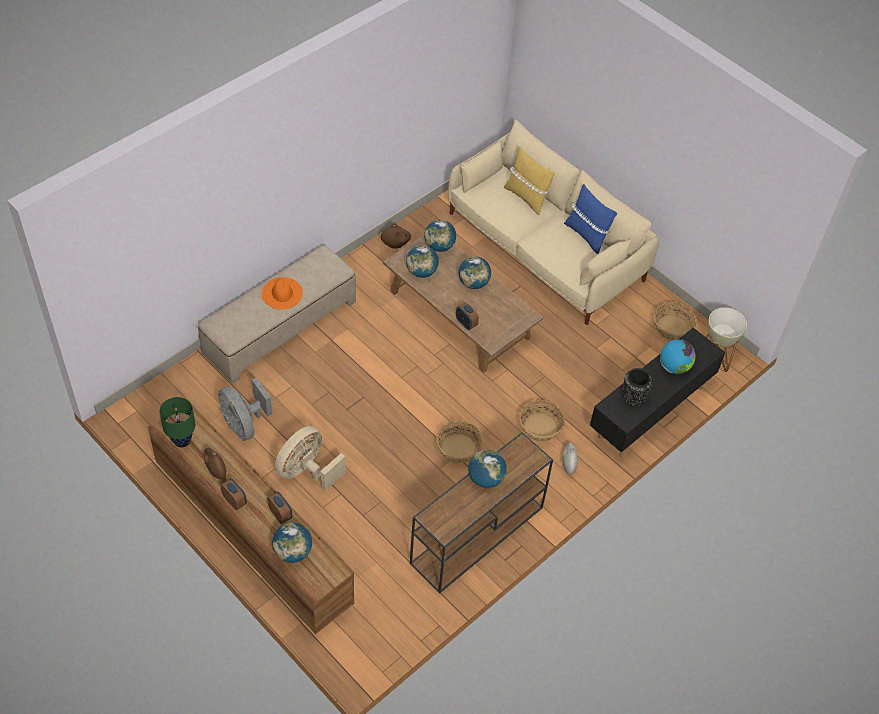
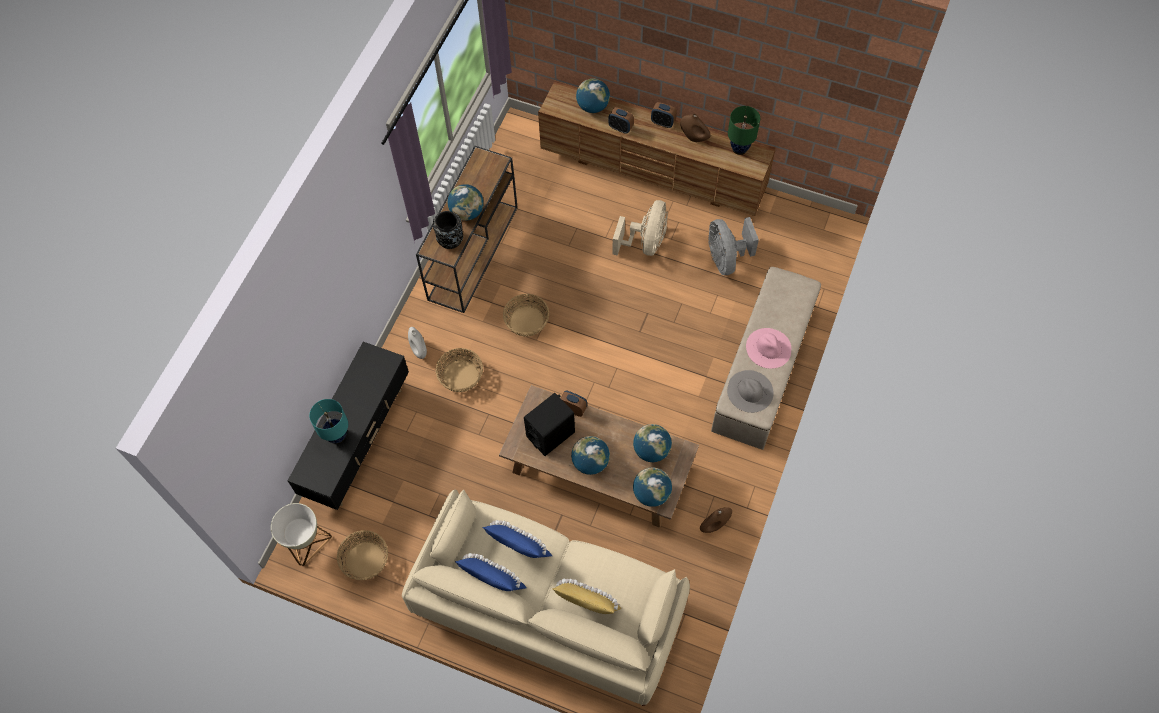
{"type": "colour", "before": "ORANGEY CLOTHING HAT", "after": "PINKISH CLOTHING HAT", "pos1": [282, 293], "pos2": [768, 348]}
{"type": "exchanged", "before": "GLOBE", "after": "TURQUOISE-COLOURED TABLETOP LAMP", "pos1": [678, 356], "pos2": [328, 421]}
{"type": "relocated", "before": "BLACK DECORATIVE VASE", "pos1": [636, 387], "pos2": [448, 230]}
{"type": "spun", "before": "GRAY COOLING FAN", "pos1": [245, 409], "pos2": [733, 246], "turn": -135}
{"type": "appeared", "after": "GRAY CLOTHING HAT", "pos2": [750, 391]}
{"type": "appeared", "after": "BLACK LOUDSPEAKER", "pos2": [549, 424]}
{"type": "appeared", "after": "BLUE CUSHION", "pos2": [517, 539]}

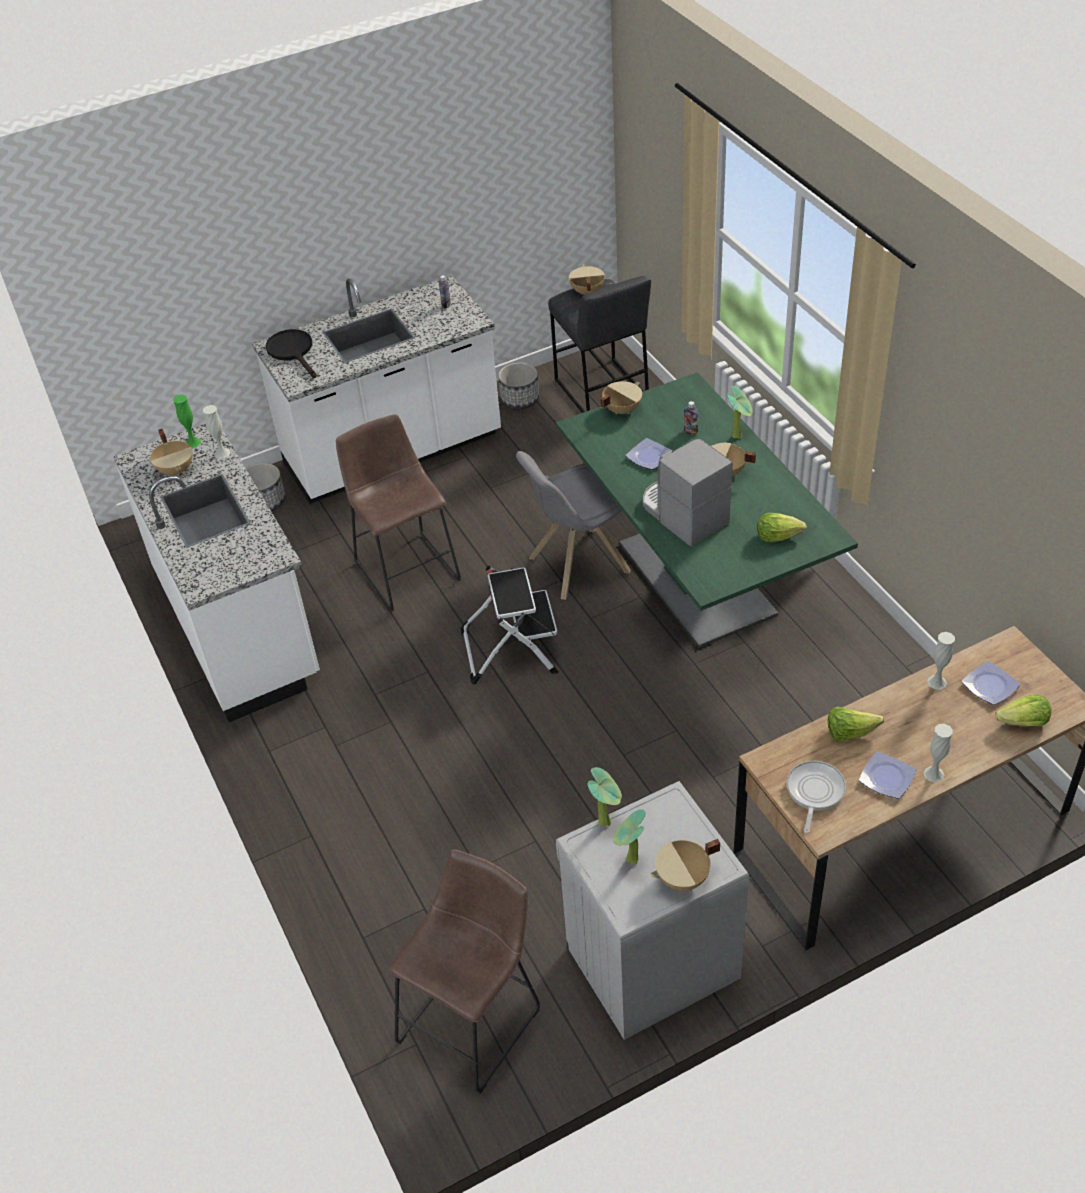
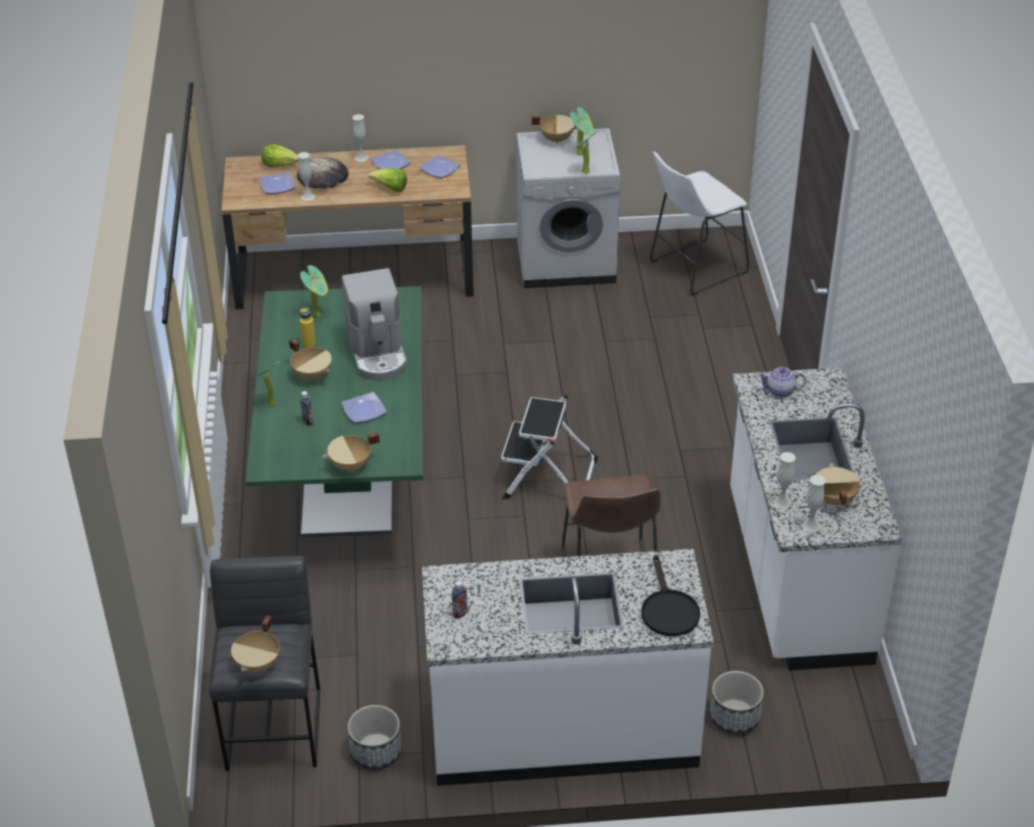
{"type": "colour", "before": "GREEN-COLOURED DECORATIVE VASE", "after": "WHITE DECORATIVE VASE", "pos1": [187, 421], "pos2": [814, 503]}
{"type": "missing", "before": "GRAY CHAIR", "pos1": [573, 525]}
{"type": "exchanged", "before": "HEAD OF LETTUCE", "after": "POTTED PLANT", "pos1": [782, 527], "pos2": [314, 291]}
{"type": "exchanged", "before": "SKILLET", "after": "PLATE", "pos1": [816, 797], "pos2": [439, 166]}
{"type": "colour", "before": "BROWN-COLOURED STOOL SEAT", "after": "WHITE STOOL SEAT", "pos1": [464, 971], "pos2": [699, 223]}
{"type": "appeared", "after": "BAKERY BREAD", "pos2": [323, 173]}
{"type": "appeared", "after": "YELLOWISH DRINK BOTTLE", "pos2": [308, 328]}
{"type": "appeared", "after": "TEA POT", "pos2": [782, 382]}

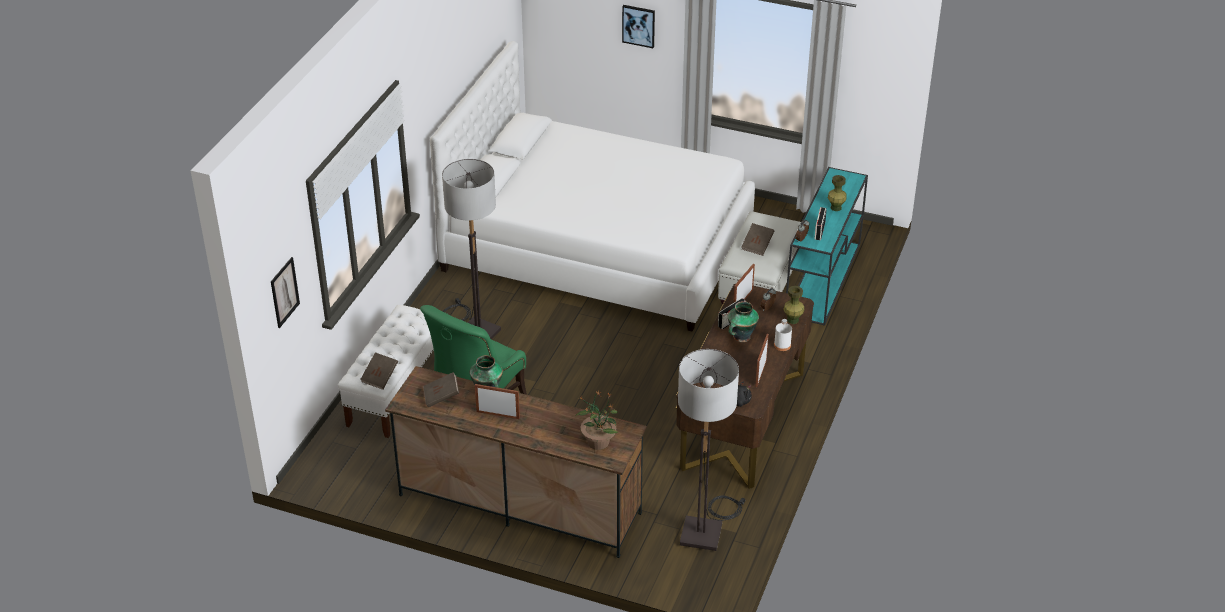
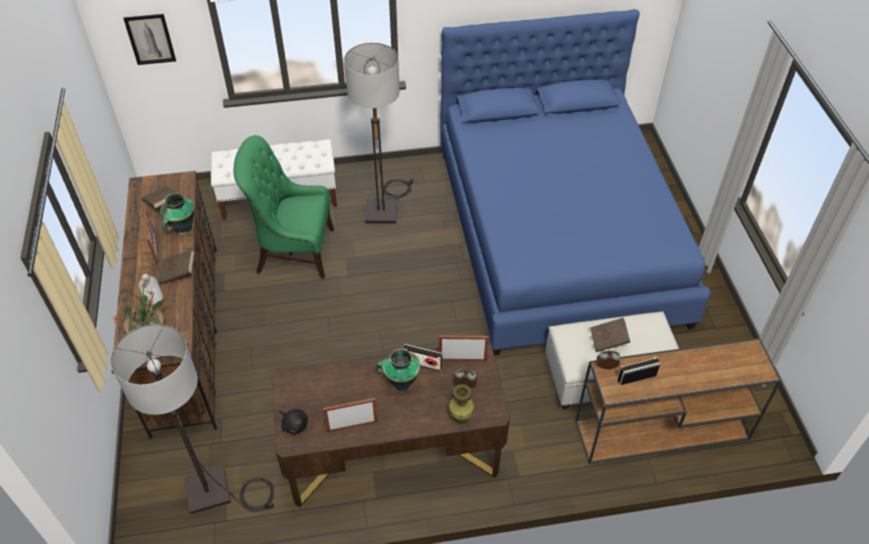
{"type": "missing", "before": "WALL ART", "pos1": [638, 26]}
{"type": "colour", "before": "WHITE SLEEPING BED", "after": "BLUE SLEEPING BED", "pos1": [592, 186], "pos2": [575, 182]}
{"type": "colour", "before": "TURQUOISE-COLOURED HALL TABLE", "after": "BROWN-COLOURED HALL TABLE", "pos1": [827, 246], "pos2": [678, 401]}
{"type": "missing", "before": "GREEN-COLOURED DECORATIVE VASE", "pos1": [837, 193]}
{"type": "relocated", "before": "WHITE DRINK BOTTLE", "pos1": [783, 335], "pos2": [151, 290]}
{"type": "relocated", "before": "BROWN-COLOURED BOUND BOOK", "pos1": [379, 371], "pos2": [176, 266]}

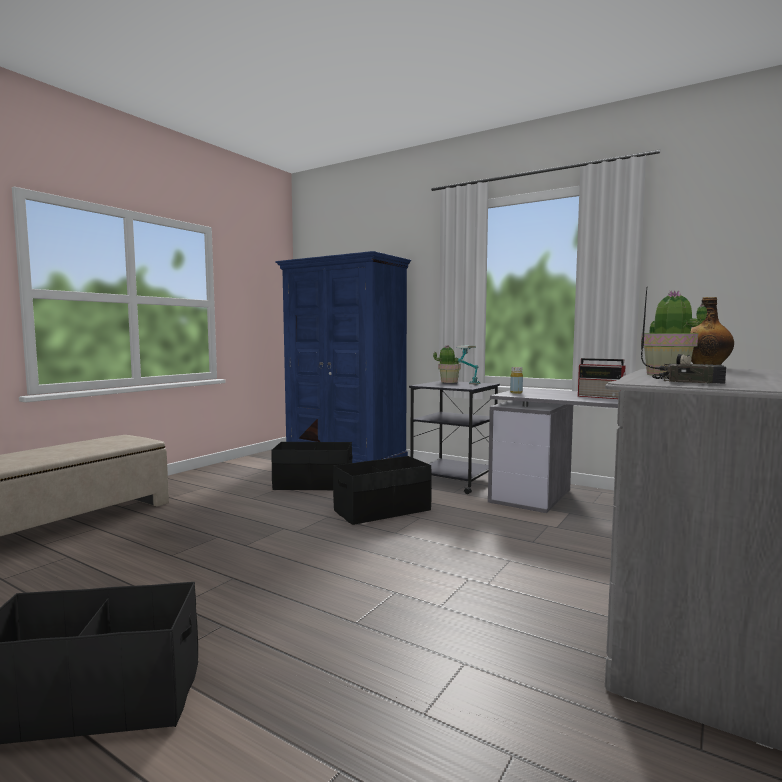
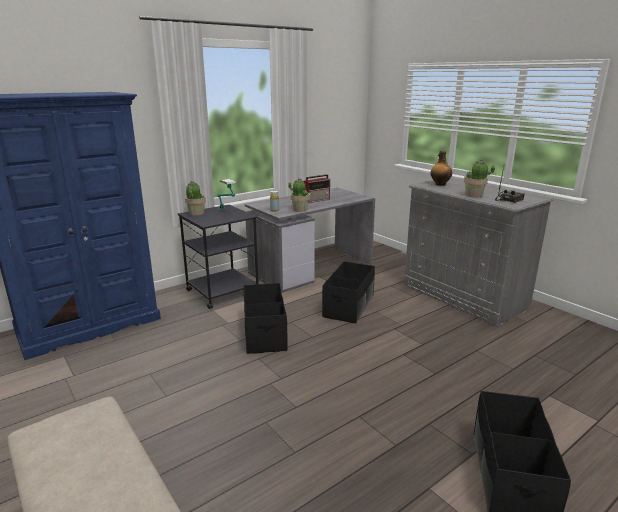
{"type": "relocated", "before": "BLACK STORAGE CONTAINER", "pos1": [312, 466], "pos2": [348, 292]}
{"type": "appeared", "after": "POTTED PLANT", "pos2": [299, 195]}

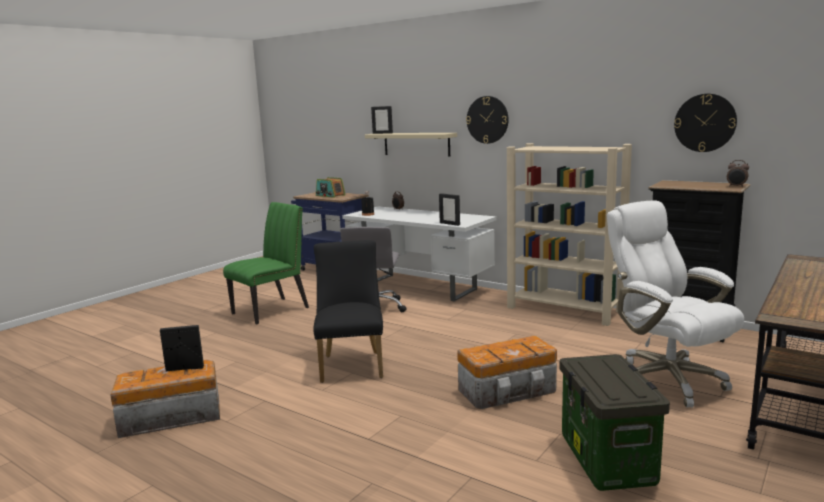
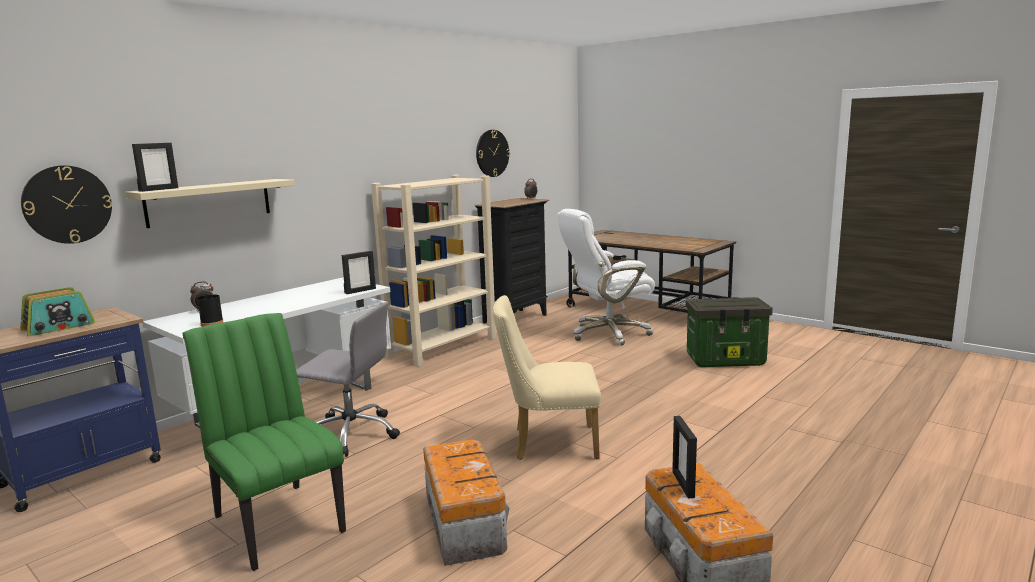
{"type": "relocated", "before": "HANGING CLOCK", "pos1": [487, 120], "pos2": [66, 204]}
{"type": "colour", "before": "BLACK CHAIR", "after": "BEIGE CHAIR", "pos1": [348, 311], "pos2": [547, 377]}
{"type": "relocated", "before": "STORAGE CONTAINER", "pos1": [507, 372], "pos2": [466, 503]}

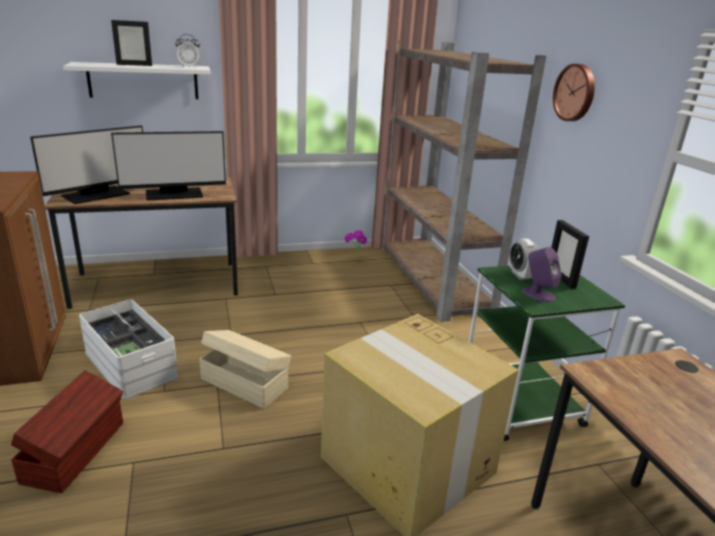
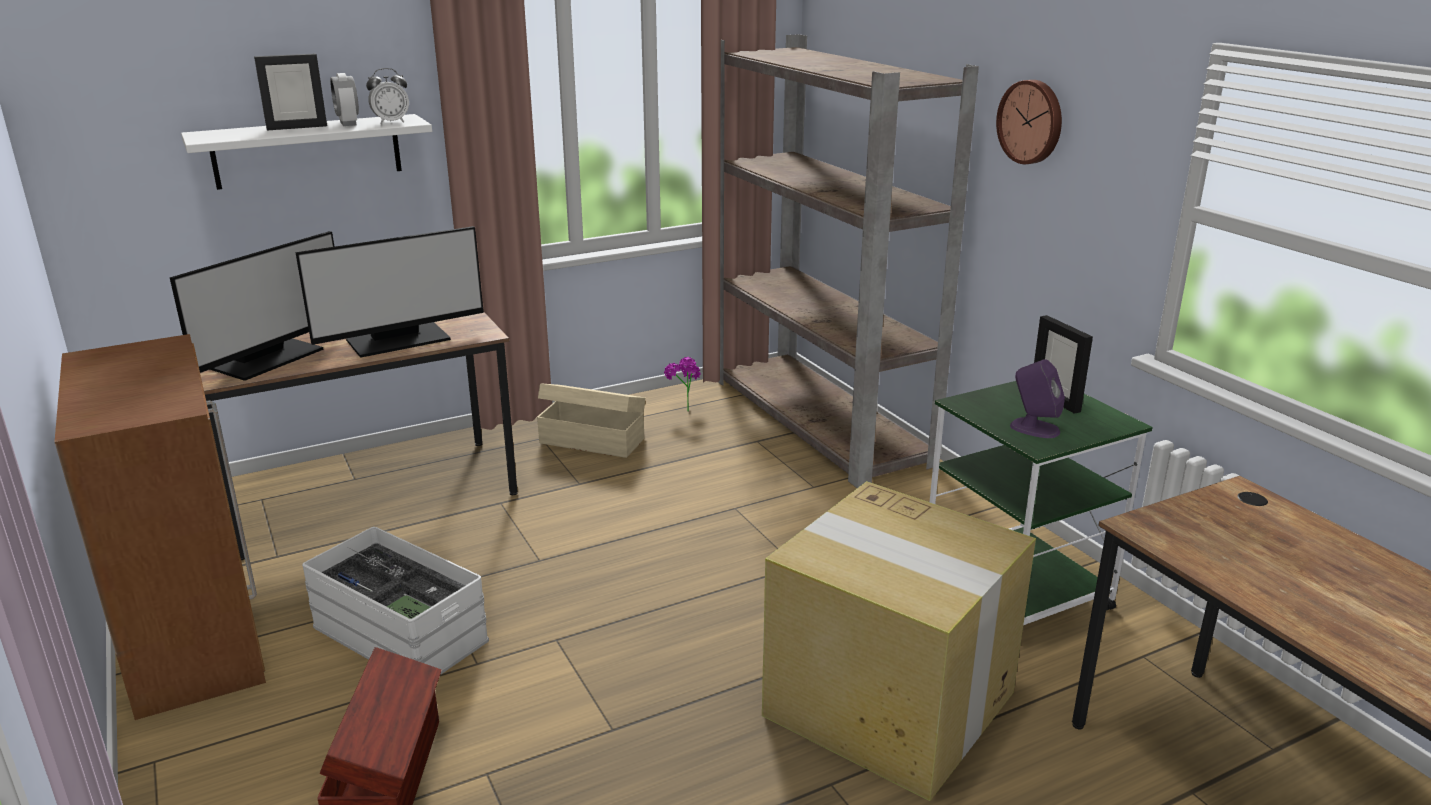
{"type": "relocated", "before": "TABLE CLOCK", "pos1": [524, 259], "pos2": [344, 99]}
{"type": "relocated", "before": "BEIGE STORAGE CONTAINER", "pos1": [245, 369], "pos2": [591, 421]}

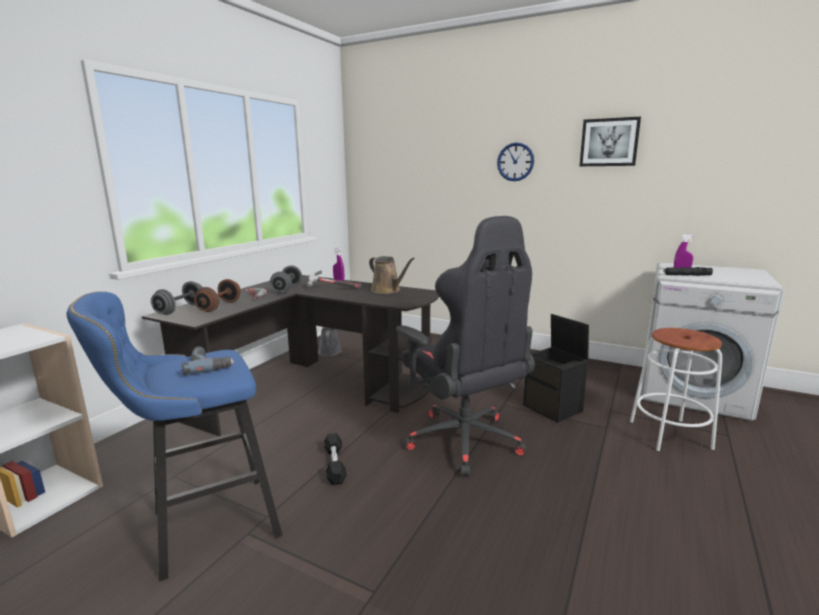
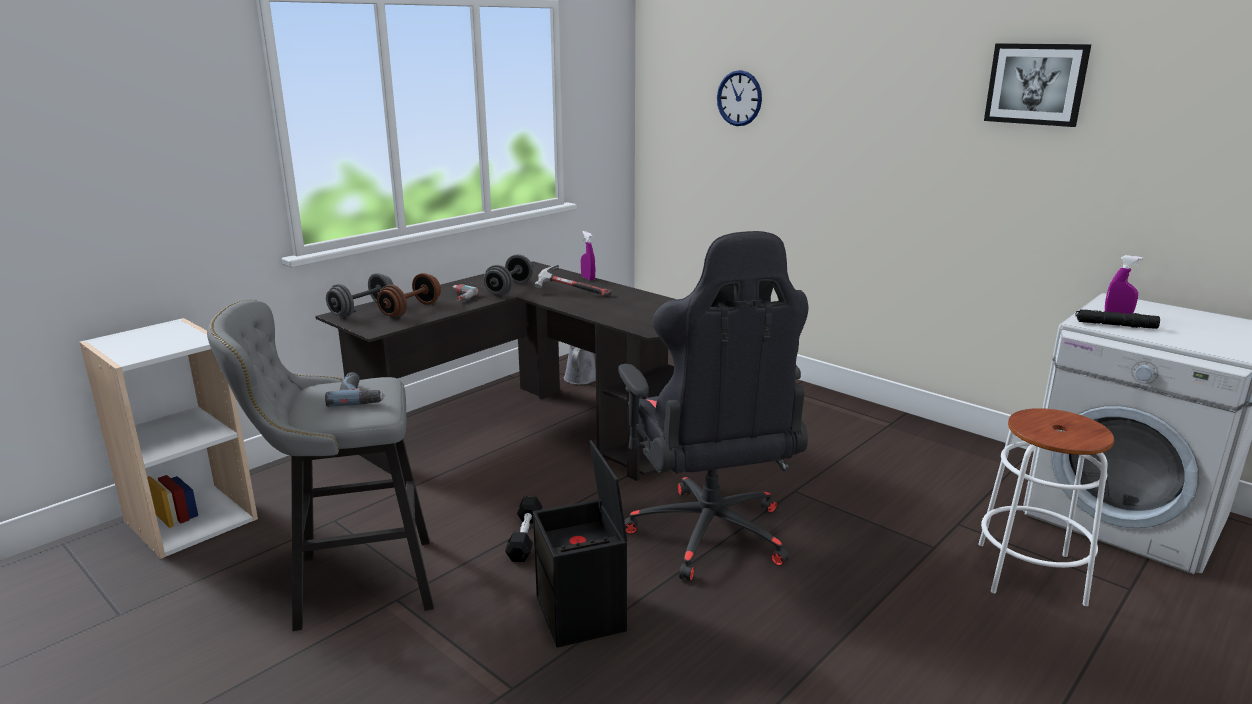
{"type": "relocated", "before": "HANGING CLOCK", "pos1": [515, 161], "pos2": [739, 98]}
{"type": "missing", "before": "BROWN-COLOURED WATERING CAN", "pos1": [392, 275]}
{"type": "colour", "before": "BLUE STOOL SEAT", "after": "GRAY STOOL SEAT", "pos1": [174, 436], "pos2": [320, 465]}
{"type": "relocated", "before": "BLACK STORAGE CONTAINER", "pos1": [556, 368], "pos2": [580, 544]}

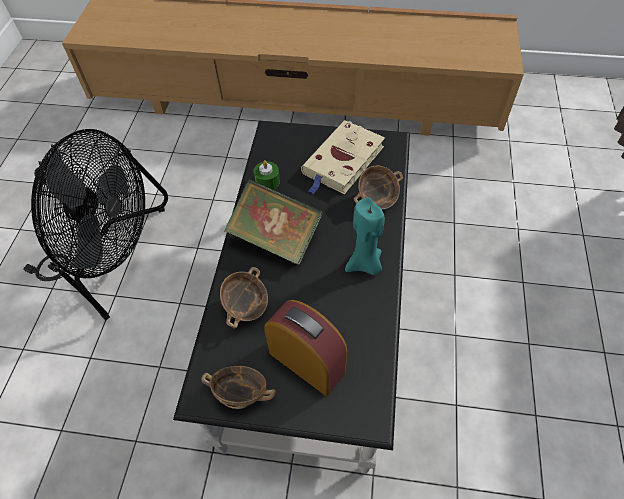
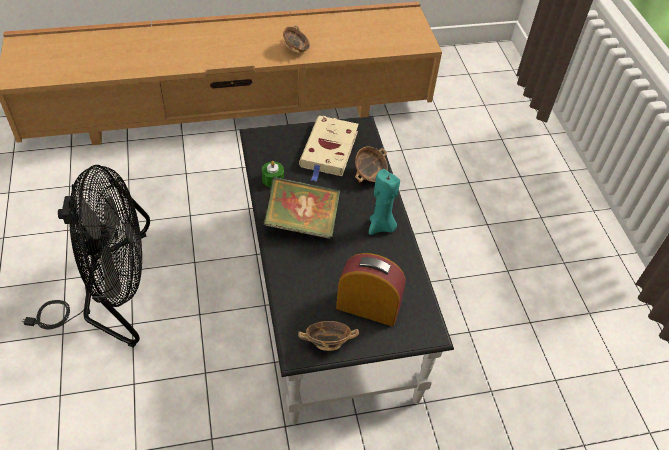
{"type": "relocated", "before": "DEEP DISH", "pos1": [244, 298], "pos2": [296, 40]}

